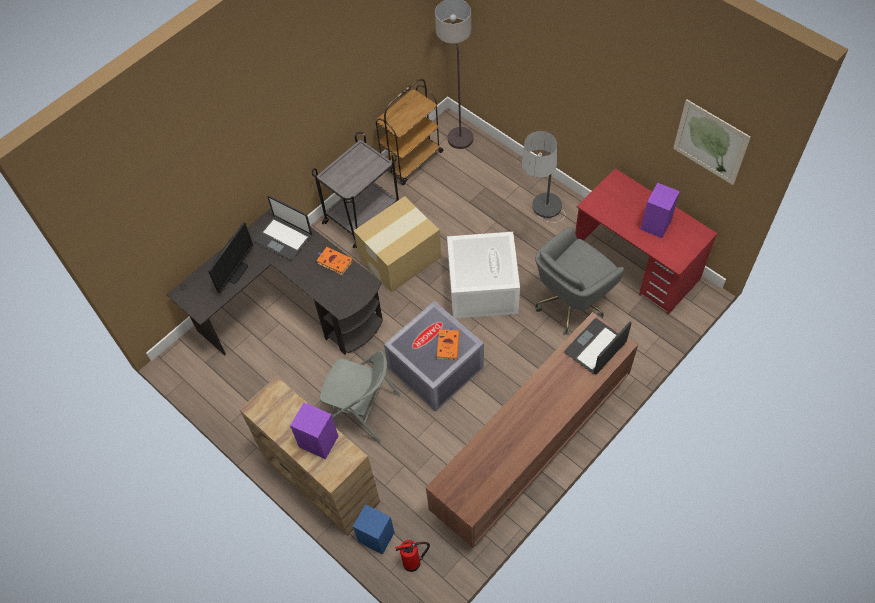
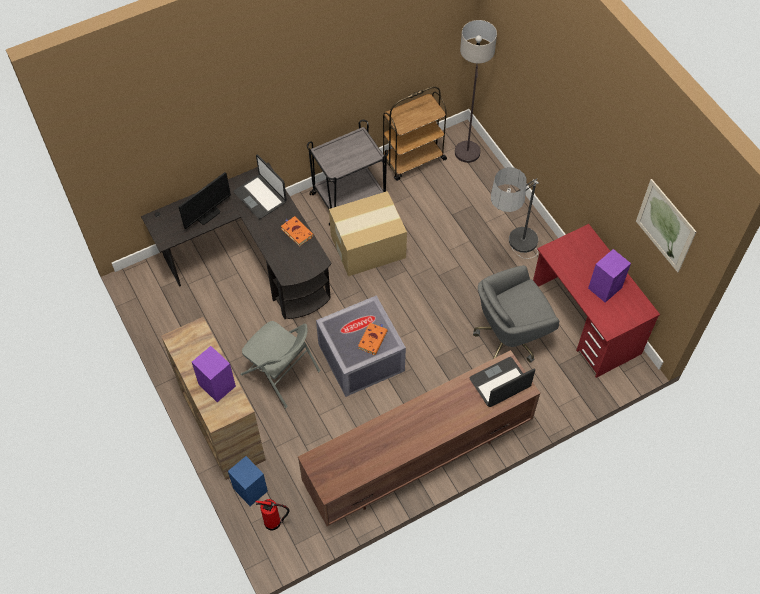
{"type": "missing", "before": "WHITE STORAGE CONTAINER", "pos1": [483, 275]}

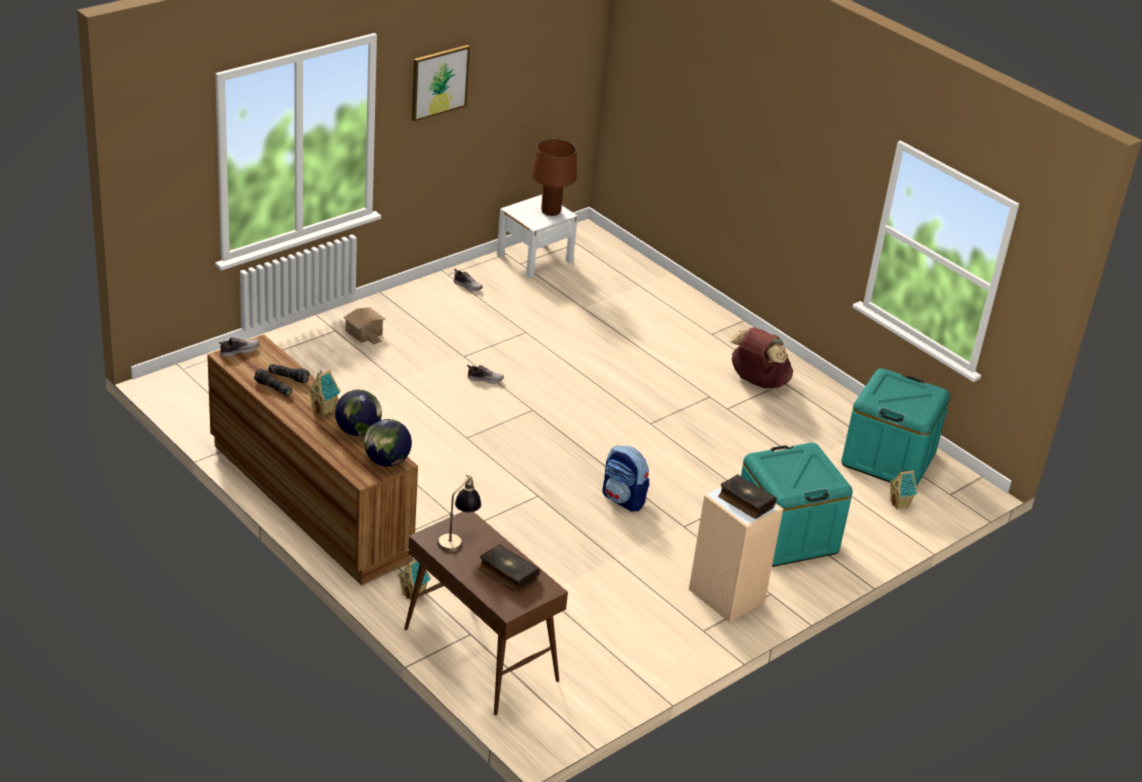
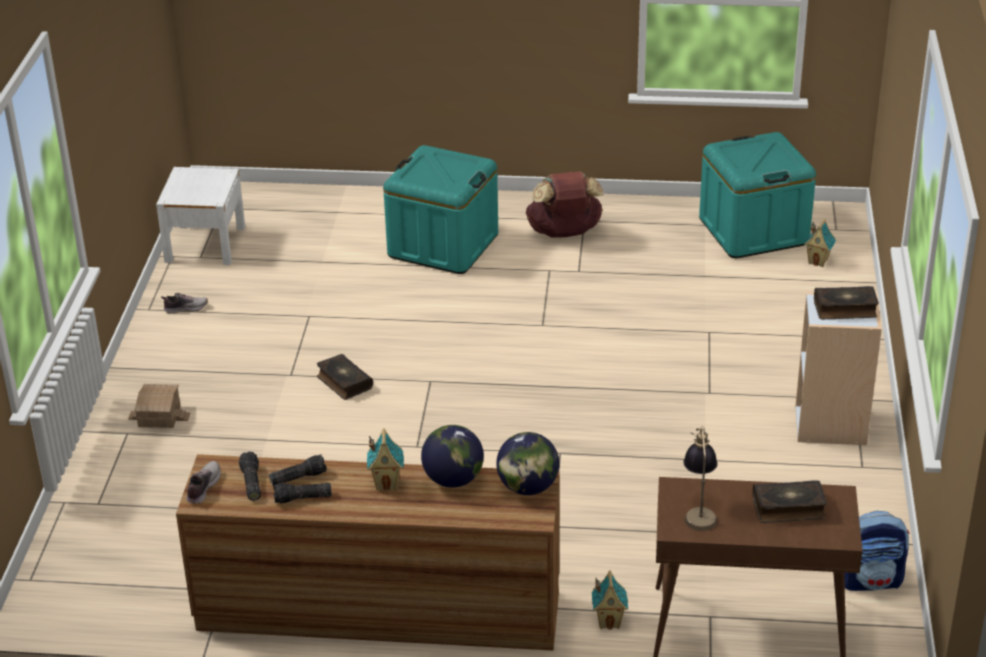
{"type": "missing", "before": "WALL ART", "pos1": [441, 83]}
{"type": "missing", "before": "BROWN-COLOURED TABLETOP LAMP", "pos1": [554, 177]}
{"type": "exchanged", "before": "ITEM OF FOOTWEAR", "after": "BOUND BOOK", "pos1": [485, 374], "pos2": [345, 377]}
{"type": "relocated", "before": "TURQUOISE-COLOURED STORAGE CONTAINER", "pos1": [797, 505], "pos2": [440, 209]}
{"type": "relocated", "before": "KNAPSACK", "pos1": [625, 479], "pos2": [877, 551]}
{"type": "appeared", "after": "FLASHLIGHT", "pos2": [250, 476]}

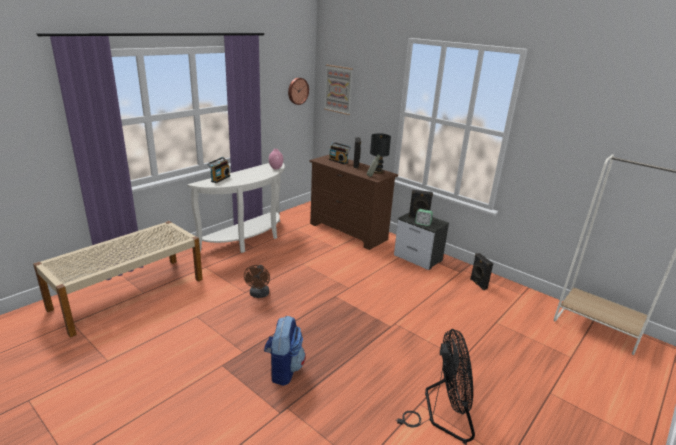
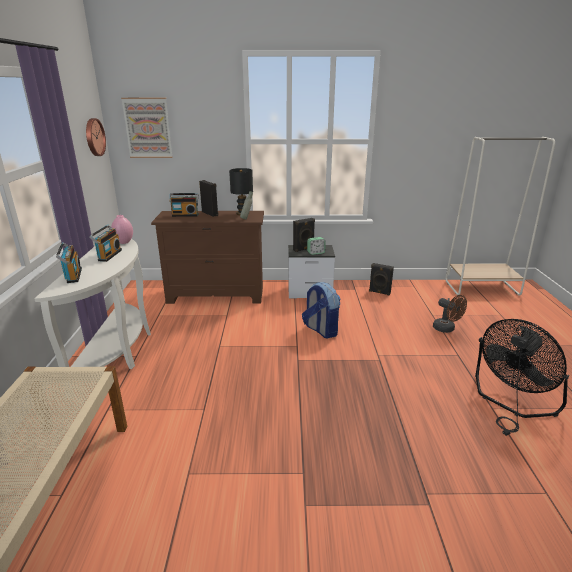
{"type": "relocated", "before": "BROWN-COLOURED COOLING FAN", "pos1": [257, 281], "pos2": [450, 314]}
{"type": "relocated", "before": "KNAPSACK", "pos1": [285, 351], "pos2": [321, 310]}
{"type": "appeared", "after": "RADIO RECEIVER", "pos2": [105, 243]}

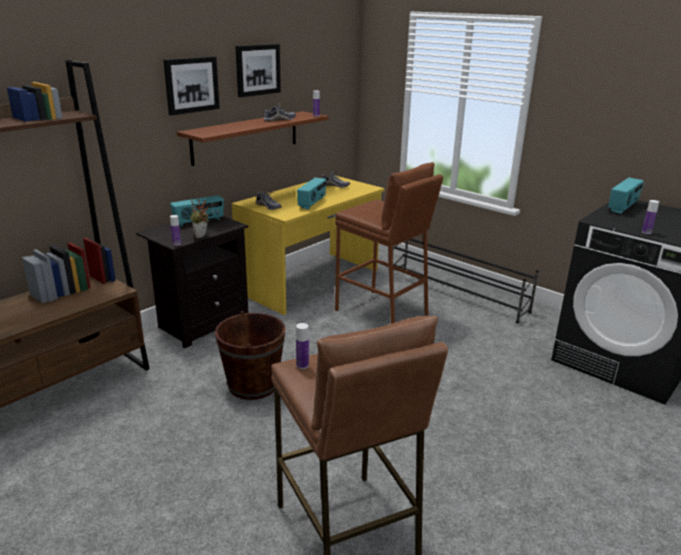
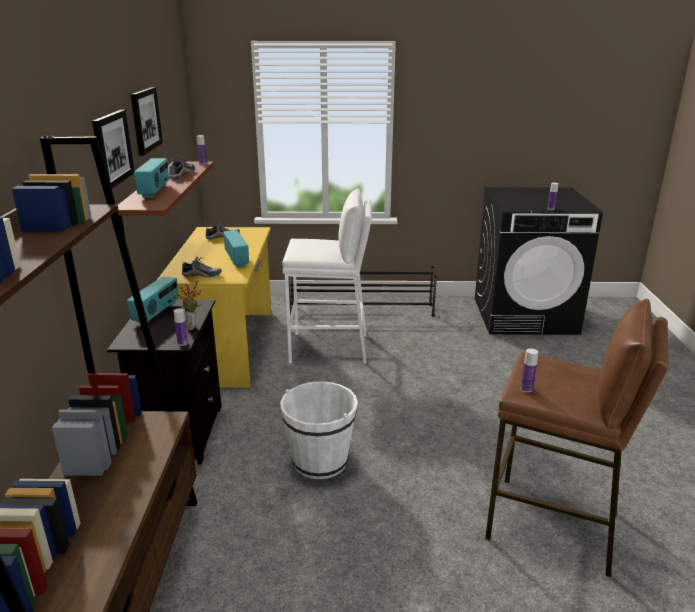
{"type": "colour", "before": "BROWN-COLOURED STOOL SEAT", "after": "WHITE STOOL SEAT", "pos1": [389, 243], "pos2": [327, 276]}
{"type": "relocated", "before": "RADIO RECEIVER", "pos1": [626, 196], "pos2": [151, 178]}
{"type": "colour", "before": "BROWN-COLOURED BUCKET", "after": "WHITE BUCKET", "pos1": [250, 355], "pos2": [319, 430]}

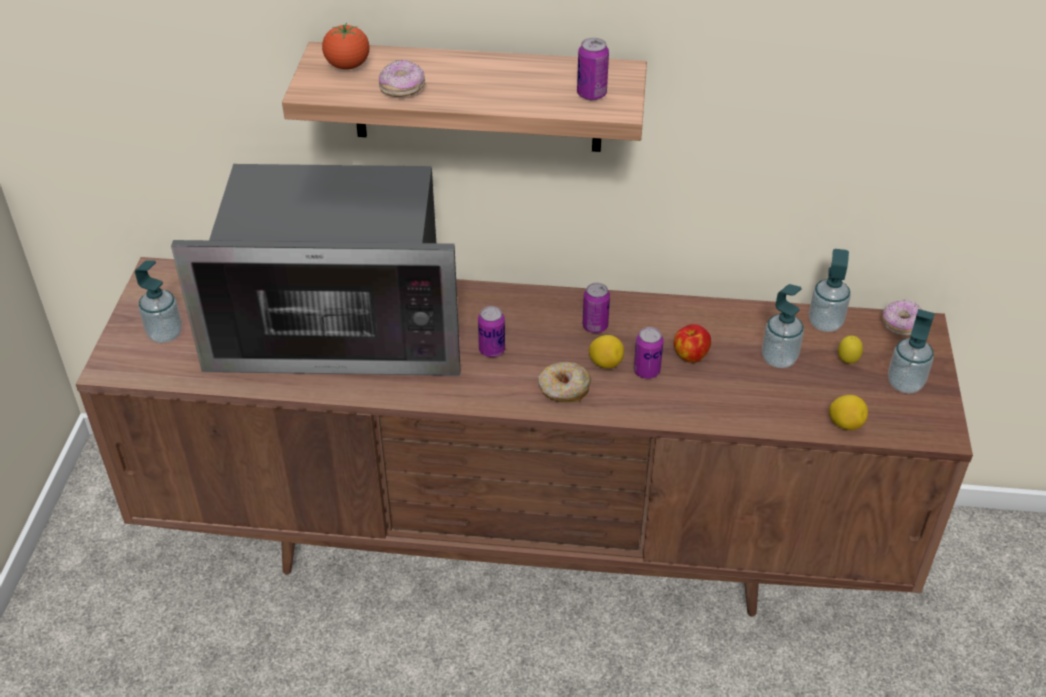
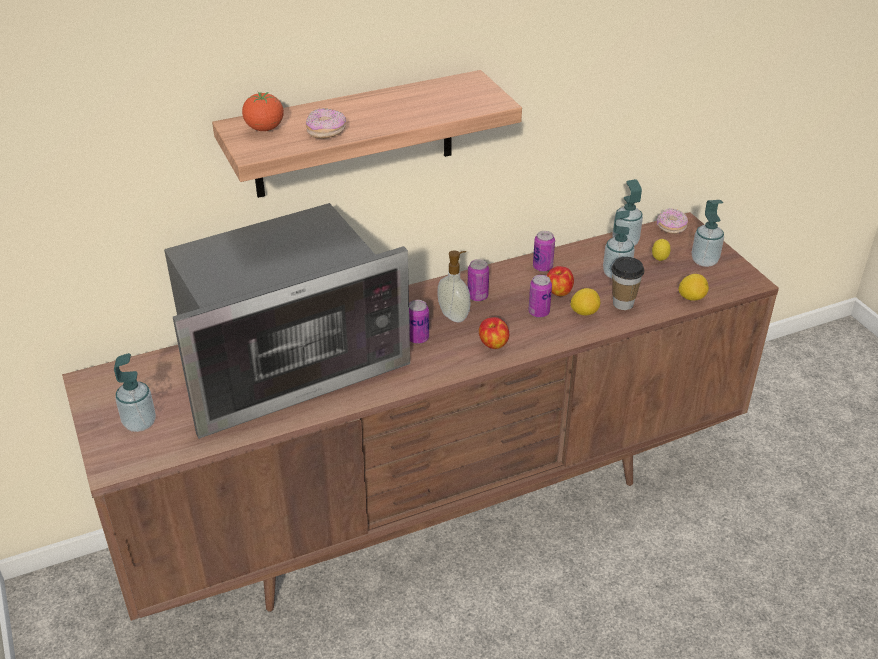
{"type": "relocated", "before": "METAL CAN", "pos1": [593, 69], "pos2": [544, 251]}
{"type": "relocated", "before": "CITRUS FRUIT", "pos1": [606, 352], "pos2": [585, 301]}
{"type": "exchanged", "before": "DOUGHNUT", "after": "APPLE FRUIT", "pos1": [564, 382], "pos2": [494, 333]}
{"type": "appeared", "after": "SOAP DISPENSER", "pos2": [453, 286]}
{"type": "appeared", "after": "DRINKING CUP", "pos2": [627, 283]}

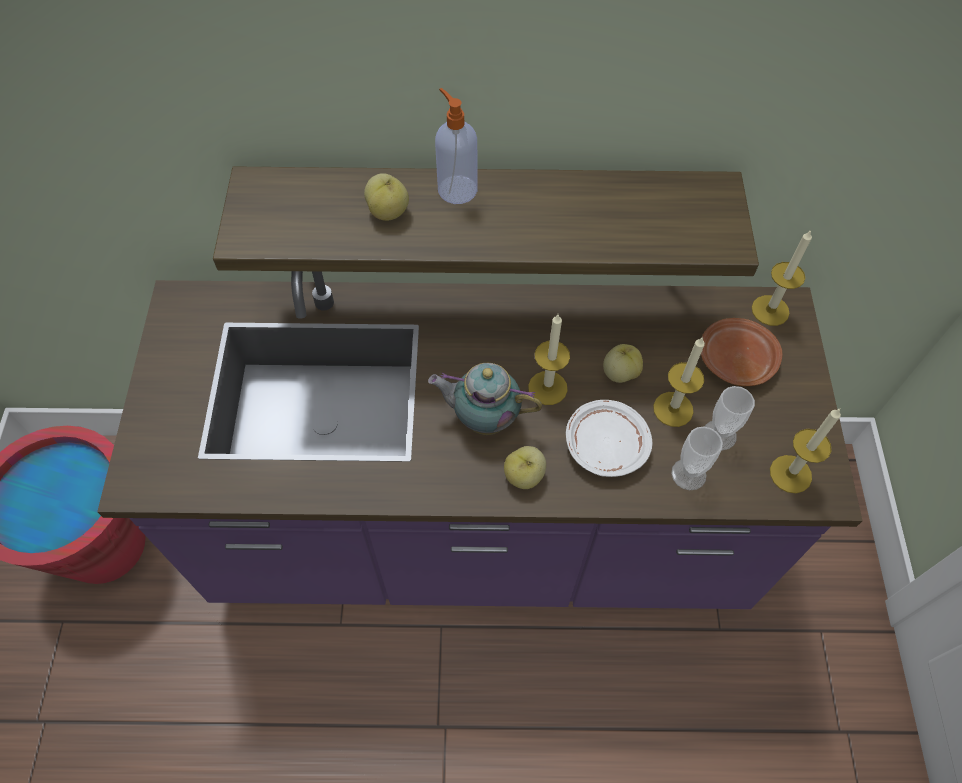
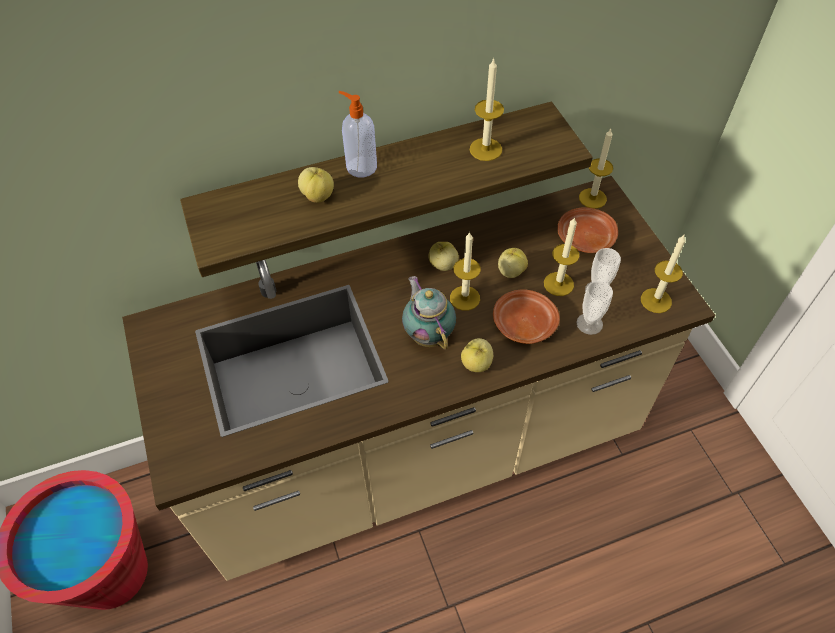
{"type": "colour", "before": "PURPLE KITCHEN COUNTER", "after": "BEIGE KITCHEN COUNTER", "pos1": [480, 440], "pos2": [418, 378]}
{"type": "spun", "before": "TEA POT", "pos1": [485, 399], "pos2": [429, 313], "turn": 75}
{"type": "colour", "before": "WHITE PLATE", "after": "BROWN-COLOURED PLATE", "pos1": [609, 438], "pos2": [526, 316]}
{"type": "appeared", "after": "CANDLE", "pos2": [487, 109]}
{"type": "appeared", "after": "APPLE FRUIT", "pos2": [443, 256]}

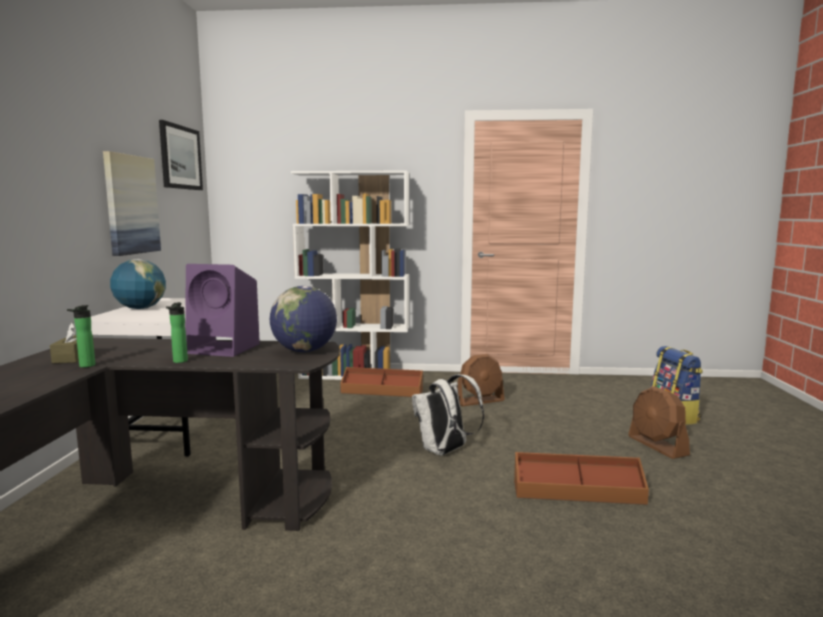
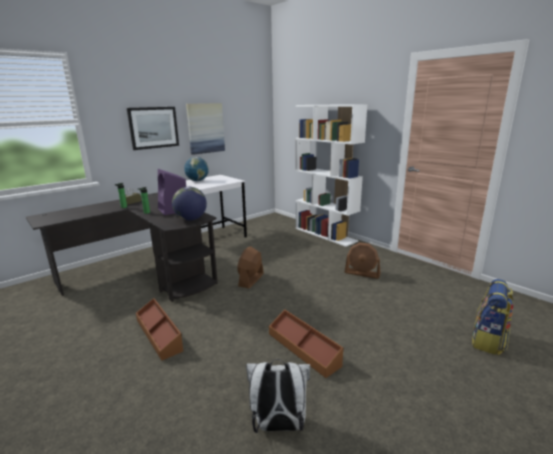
{"type": "relocated", "before": "WALL ART", "pos1": [181, 155], "pos2": [153, 128]}
{"type": "relocated", "before": "BROWN-COLOURED STORAGE CONTAINER", "pos1": [381, 382], "pos2": [159, 329]}
{"type": "relocated", "before": "WHITE KNAPSACK", "pos1": [448, 415], "pos2": [278, 396]}
{"type": "relocated", "before": "BROWN-COLOURED COOLING FAN", "pos1": [659, 422], "pos2": [250, 267]}

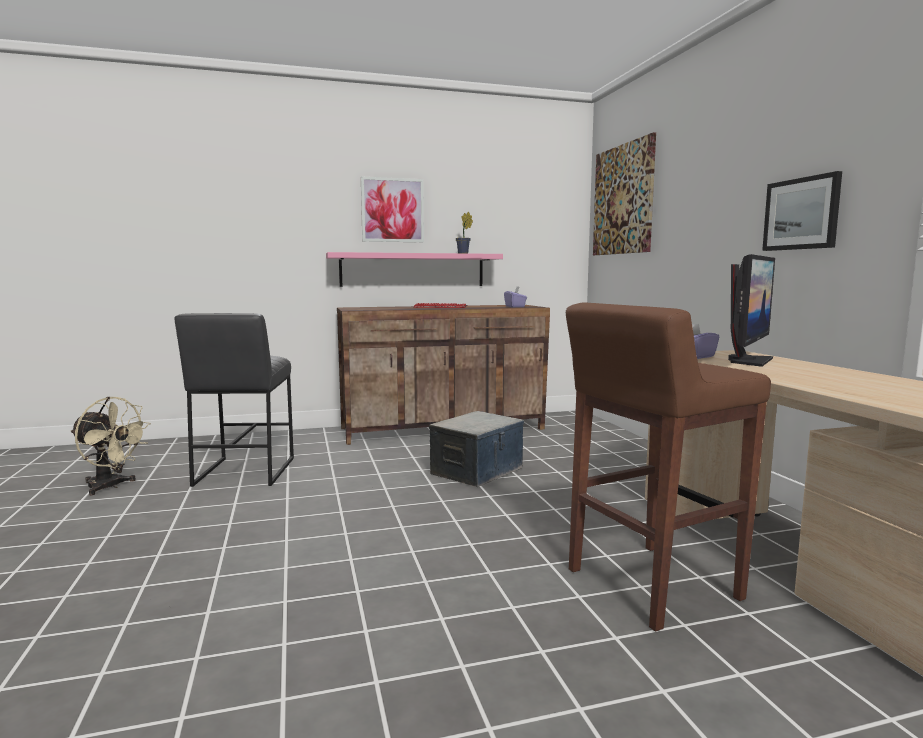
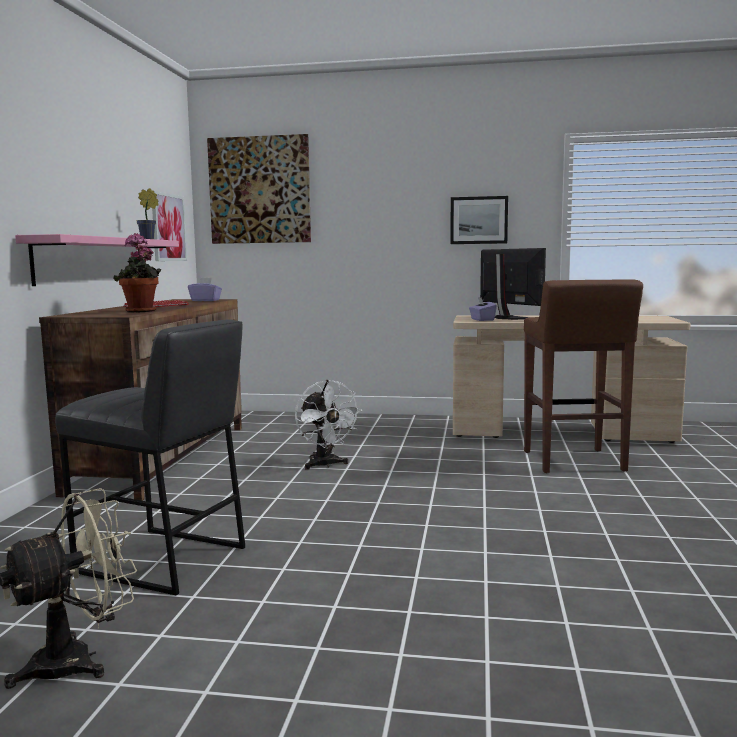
{"type": "relocated", "before": "WALL ART", "pos1": [392, 209], "pos2": [169, 226]}
{"type": "exchanged", "before": "STORAGE CONTAINER", "after": "WHITE COOLING FAN", "pos1": [476, 449], "pos2": [328, 425]}
{"type": "appeared", "after": "POTTED PLANT", "pos2": [137, 273]}

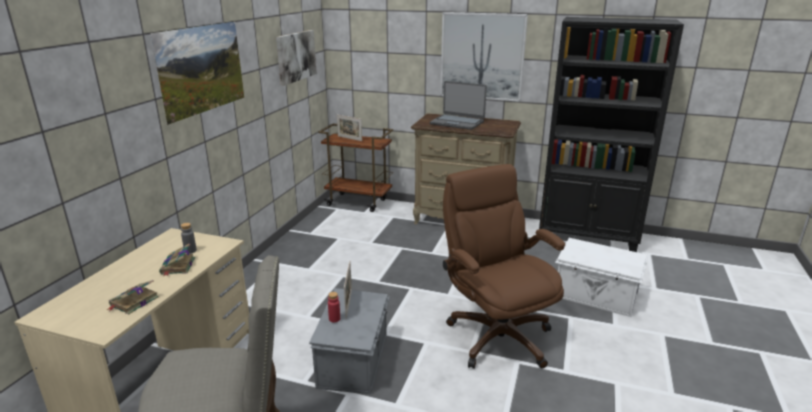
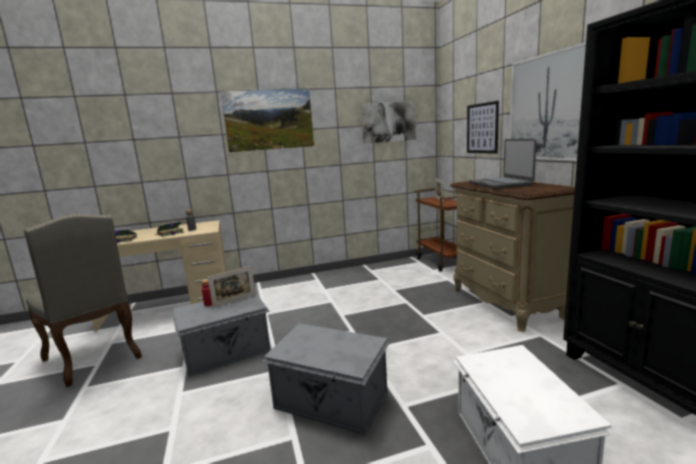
{"type": "exchanged", "before": "BROWN-COLOURED COMPUTER CHAIR", "after": "GRAY STORAGE CONTAINER", "pos1": [504, 266], "pos2": [325, 379]}
{"type": "appeared", "after": "WALL ART", "pos2": [483, 127]}

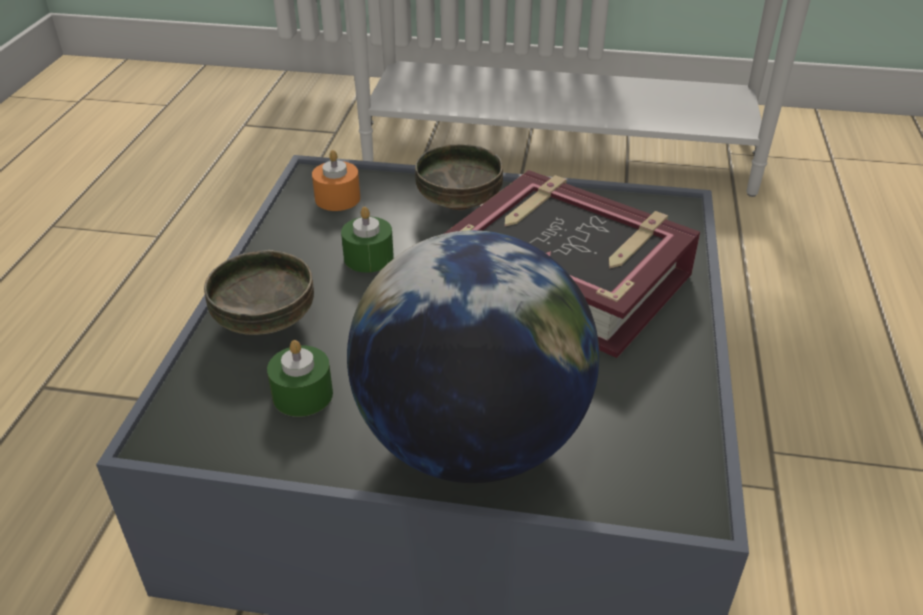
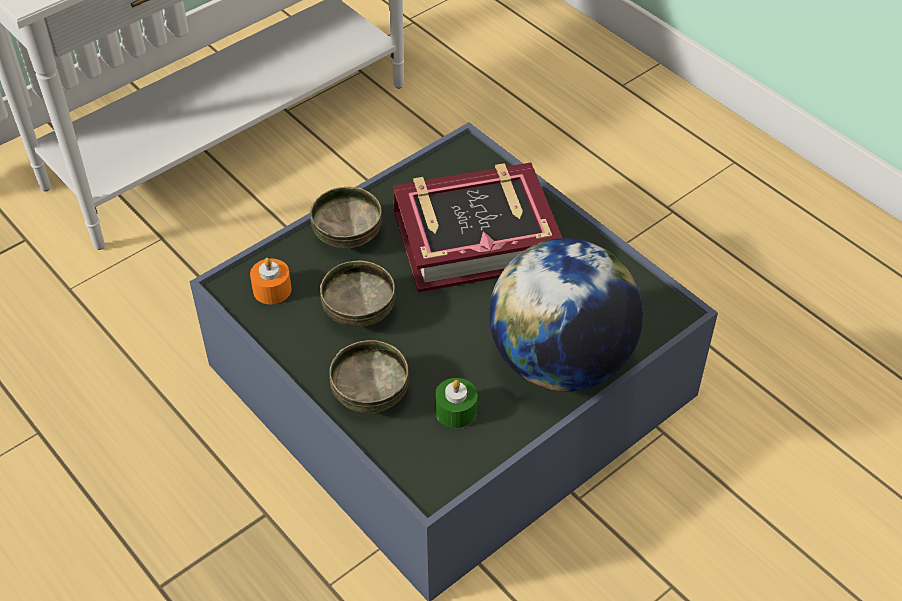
{"type": "exchanged", "before": "GREEN-COLOURED CANDLE", "after": "DEEP DISH", "pos1": [367, 240], "pos2": [357, 294]}

